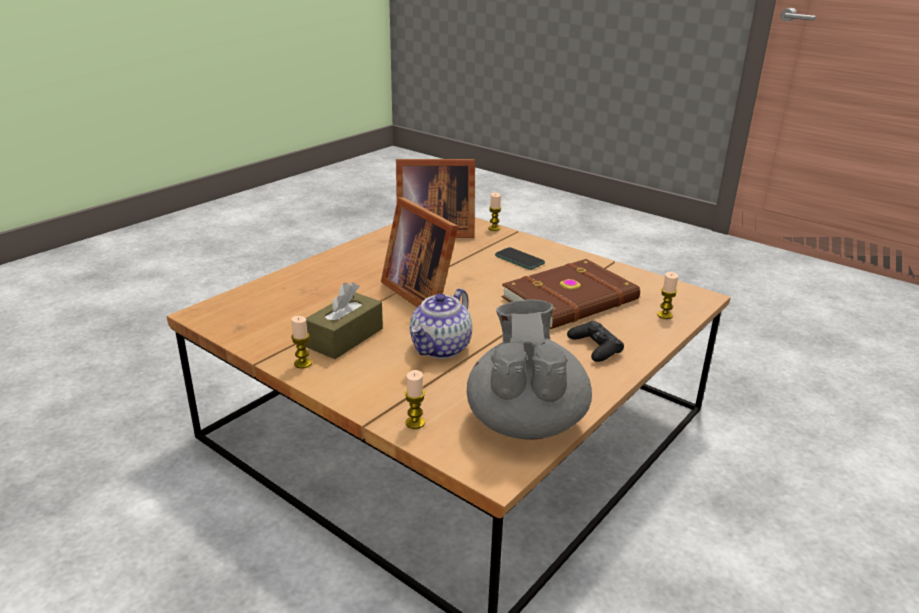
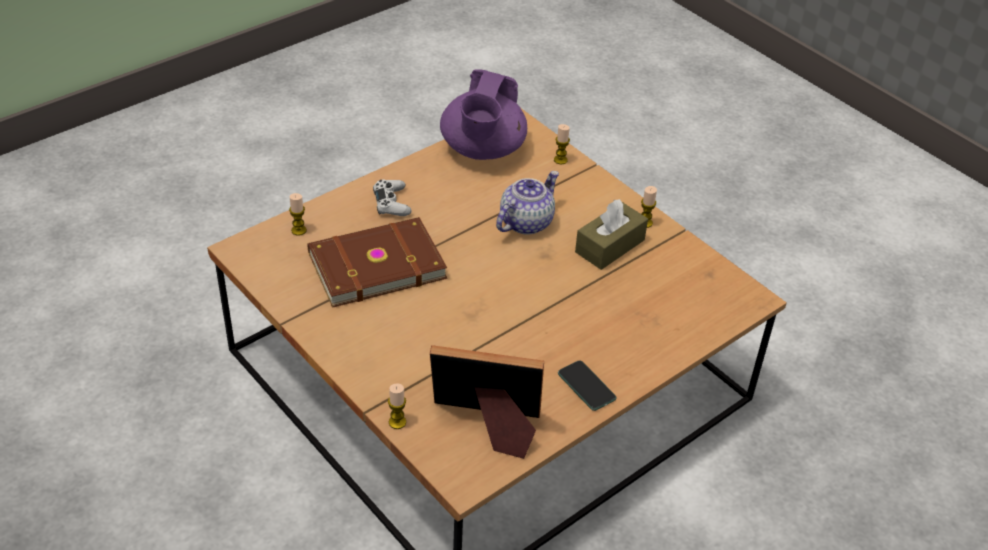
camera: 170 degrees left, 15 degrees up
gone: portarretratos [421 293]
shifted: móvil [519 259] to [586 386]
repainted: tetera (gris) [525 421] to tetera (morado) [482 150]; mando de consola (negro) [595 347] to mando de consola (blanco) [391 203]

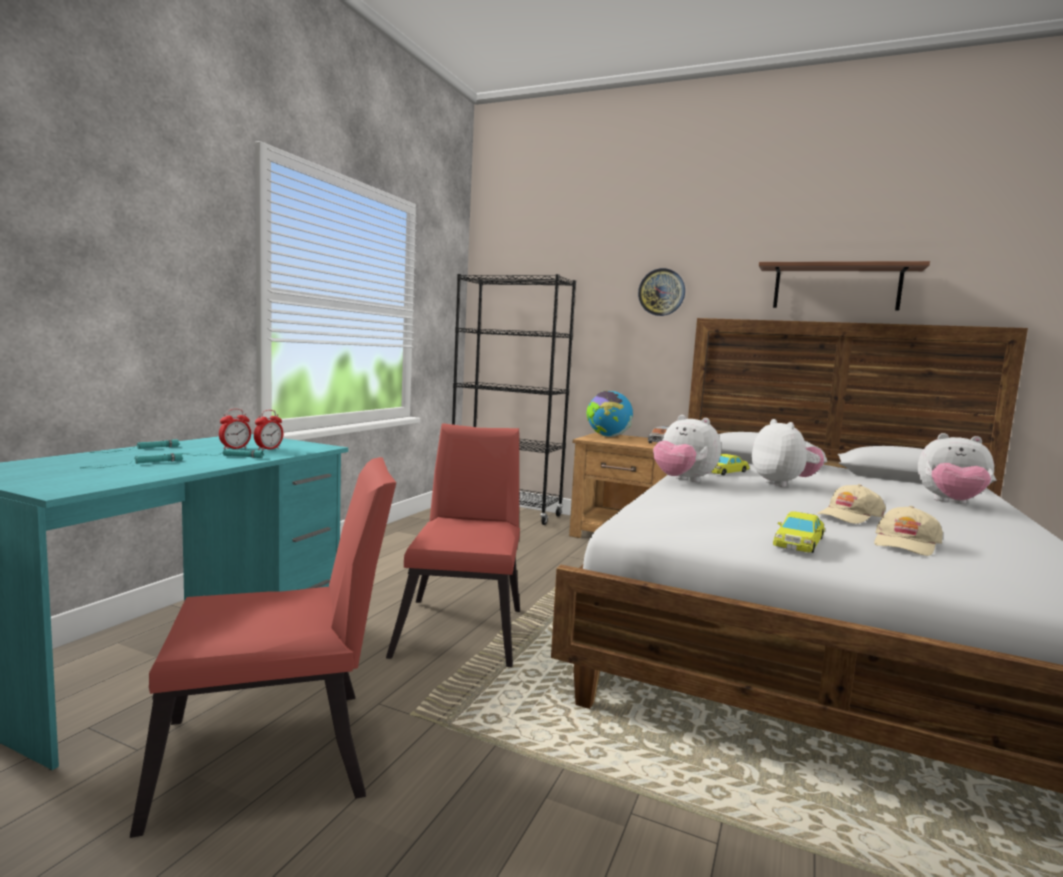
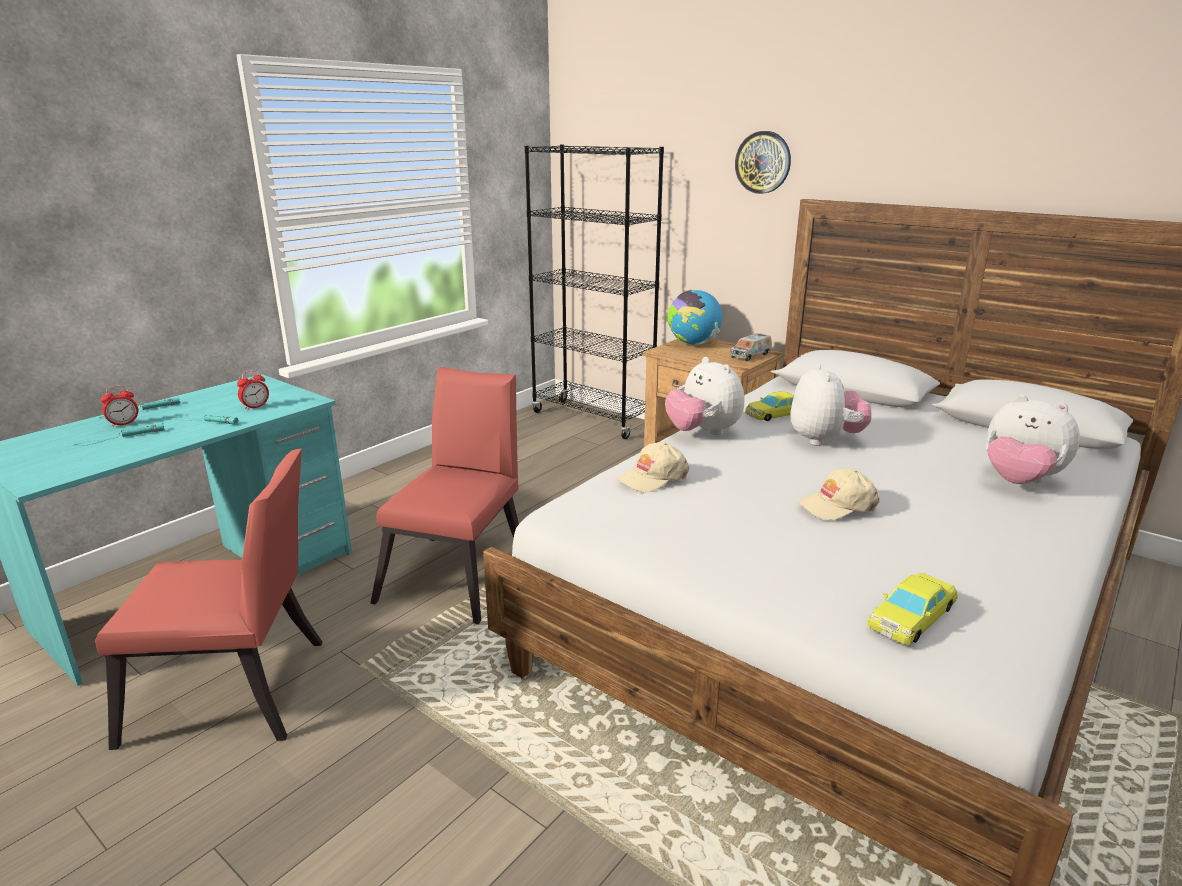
camera: 15 degrees right, 15 degrees up
gone: estante [836 288]
shifted: despertador [235 448] to [124 424]; gorra (beis) [905 544] to [653 477]; coche de juguete (amarillo) [798 541] to [911 616]

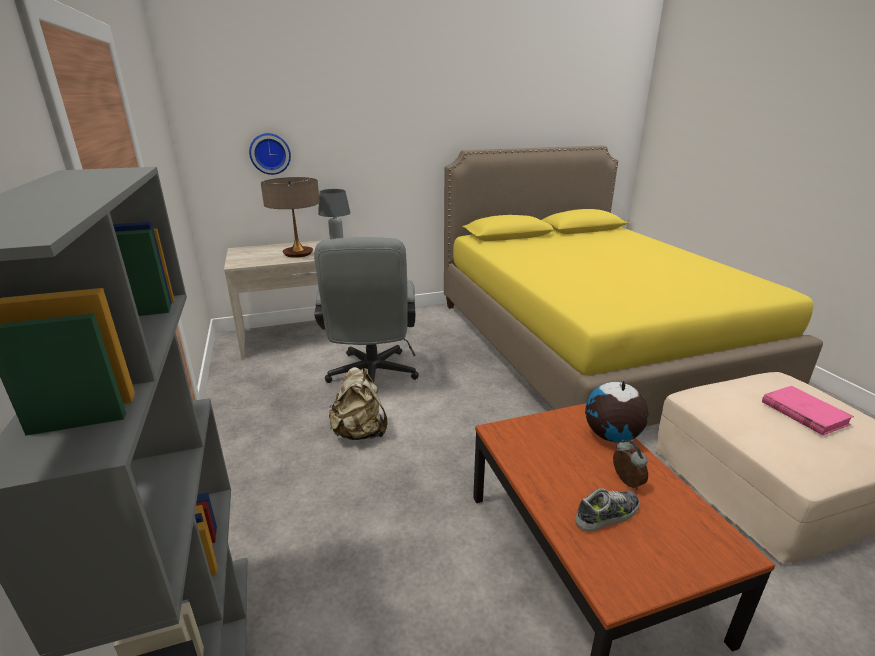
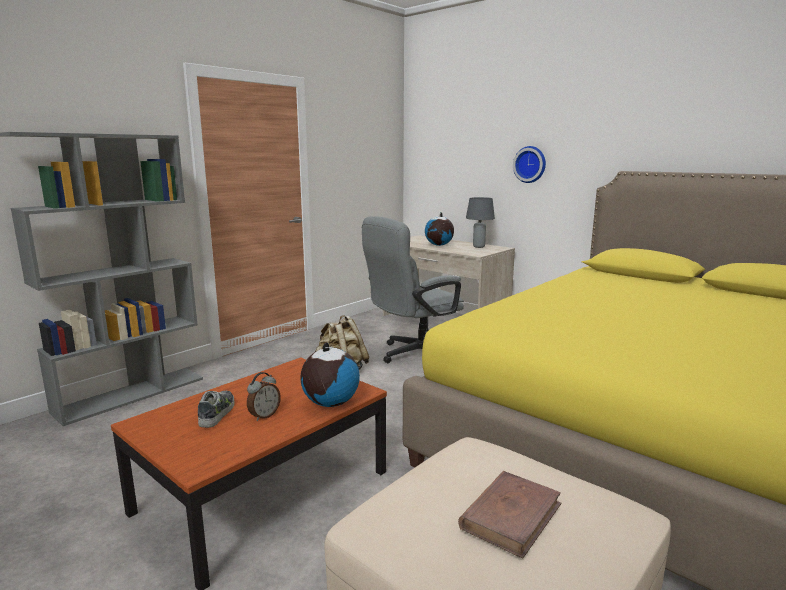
camera: 60 degrees right, 10 degrees down
shifted: reloj de pared [270 153] to [530 164]
swapped: lámpara de mesa [298 253] to globo terráqueo [439 245]
repainted: libro (rosa) [803 413] to libro (marrón) [511 516]
rotated: zapato [607 515] = [217 413] 120 degrees counterclockwise

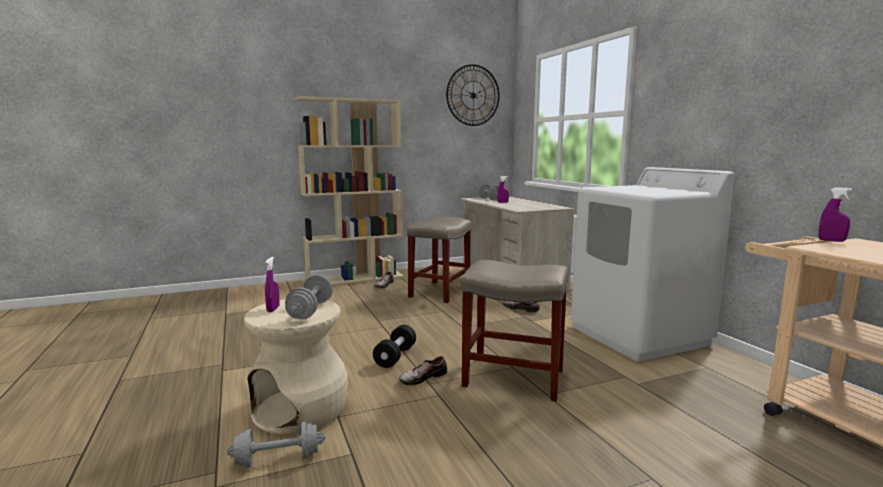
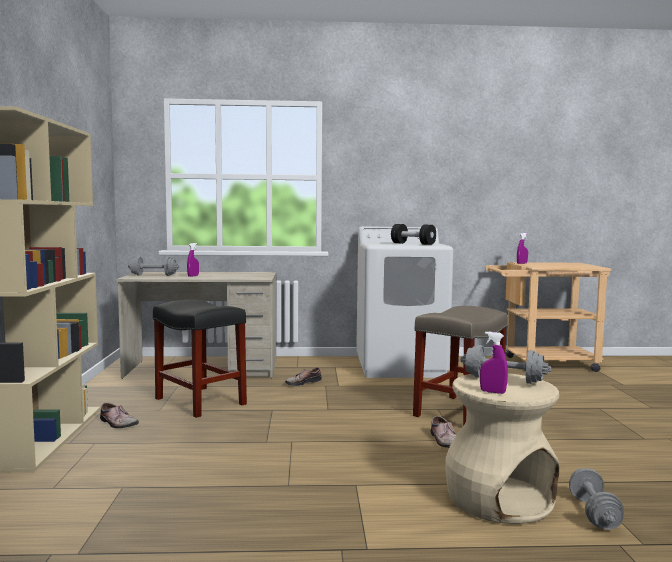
camera: 70 degrees left, 5 degrees down
gone: reloj de pared [473 95]
shifted: mancuerna (negro) [395 357] to [413 244]
repainted: taburete (beis) [440 291] to taburete (negro) [199 401]

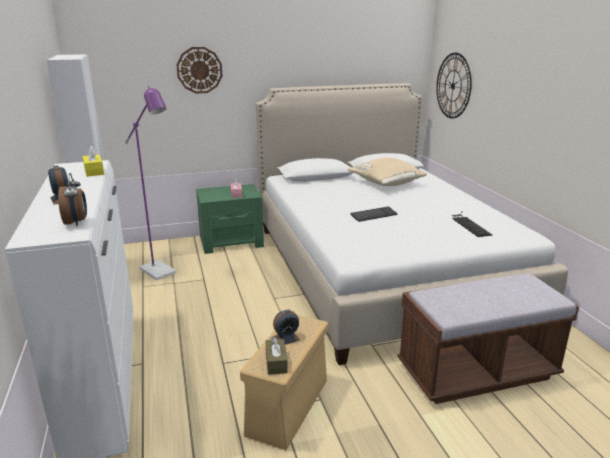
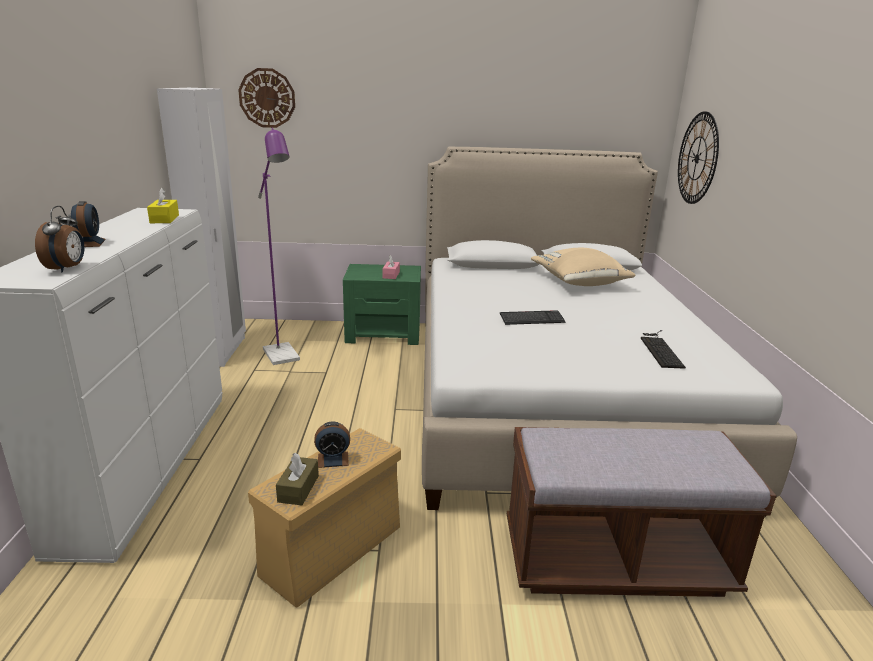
camera: 15 degrees right, 0 degrees up
shifted: reloj de pared [199 70] to [267 98]

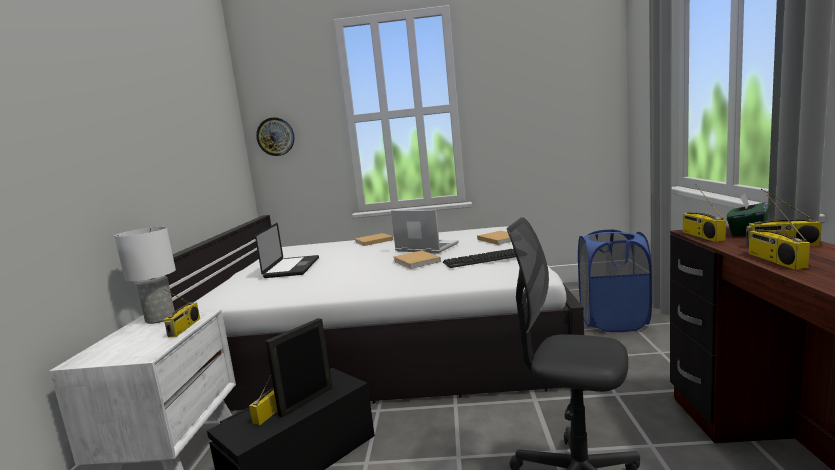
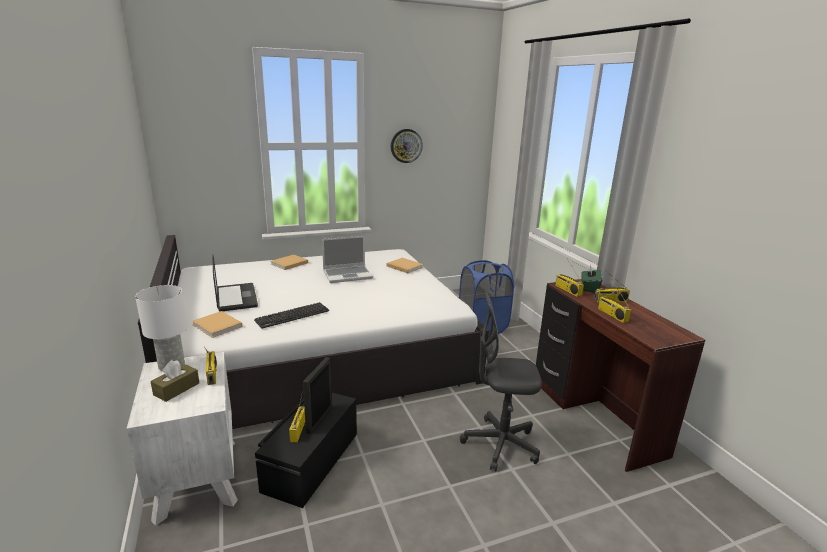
camera: 25 degrees left, 10 degrees up
new: caja de pañuelos (marrón) [176 389]
shifted: reloj de pared [275 136] to [406 146]; teclado [485 259] to [292 316]; libro (beis) [417 261] to [218 326]
rotated: portátil [425 248] = [348 275] 150 degrees clockwise

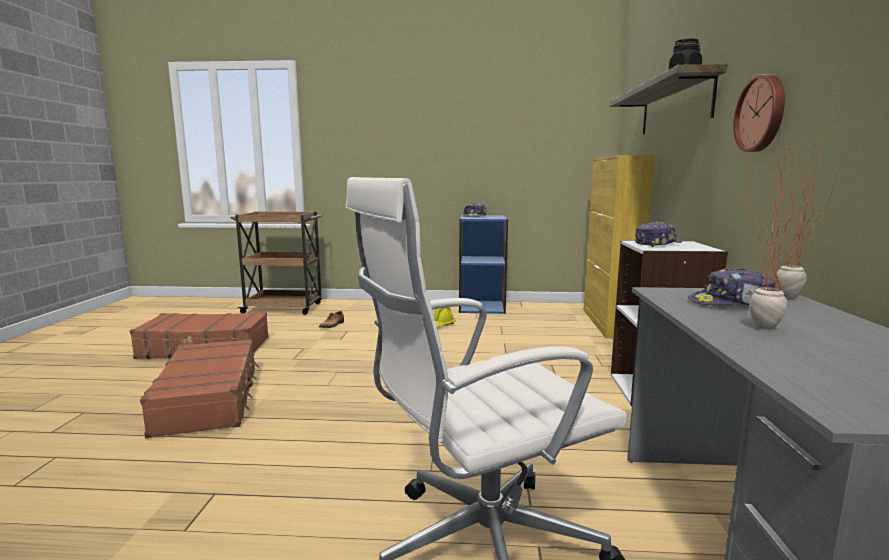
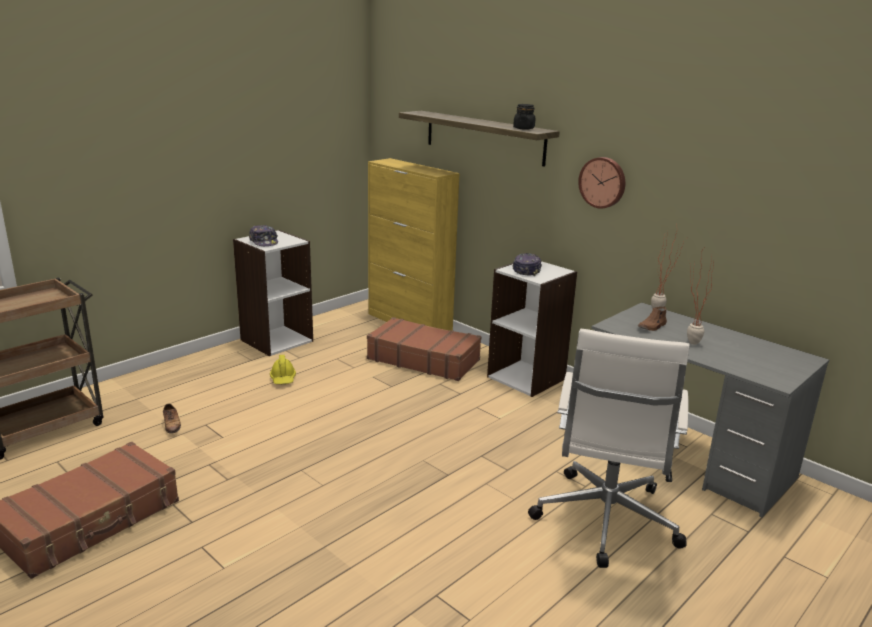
camera: 50 degrees left, 10 degrees up
shifted: maleta (marrón) [210 399] to [423 359]
swapped: gorra [731 303] to zapato (marrón) [652 326]
repainted: estantería (azul) [482 307] to estantería (blanco) [276 340]

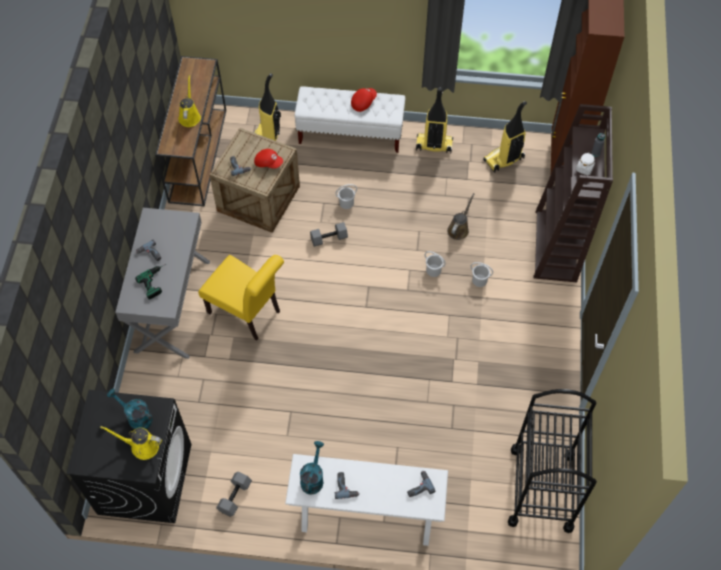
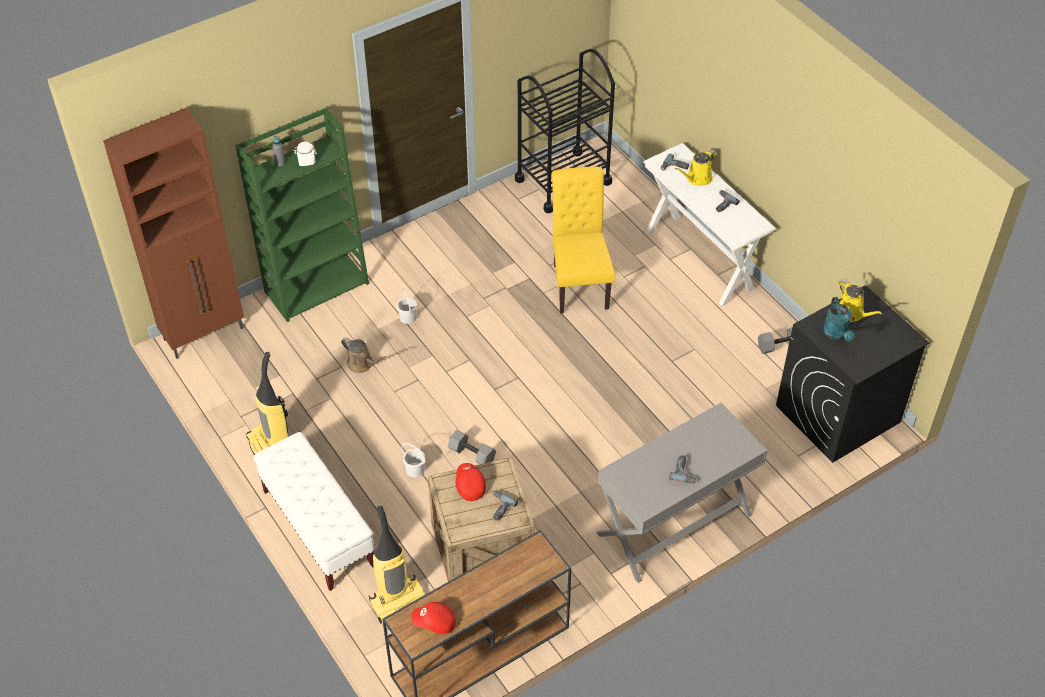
camera: 130 degrees left, 10 degrees down
gone: aspiradora [503 160]; cubo (blanco) [433 270]; taladro [156 281]; regadera (turquesa) [313 477]
shifted: regadera (amarillo) [189 116] to [697 179]; gorra (rojo) [363 102] to [434 623]; silla (amarillo) [248 313] to [579 282]
repainted: estantería (marrón) [556 247] to estantería (verde) [317 286]
rotated: regadera (marrón) [459 229] = [362 364] 135 degrees counterclockwise

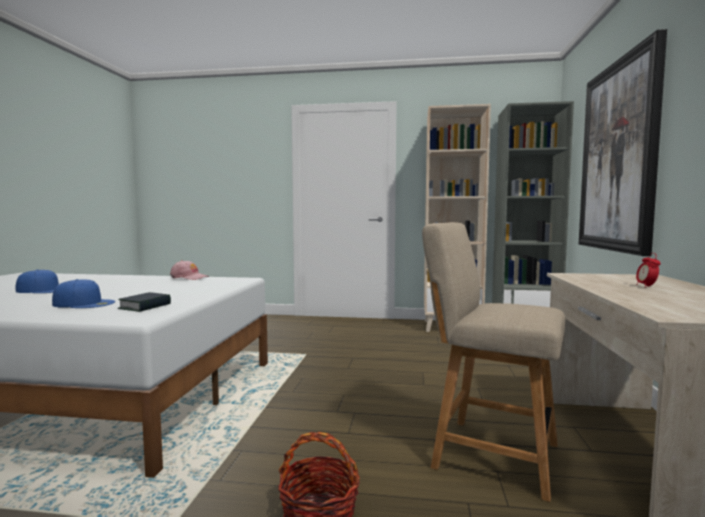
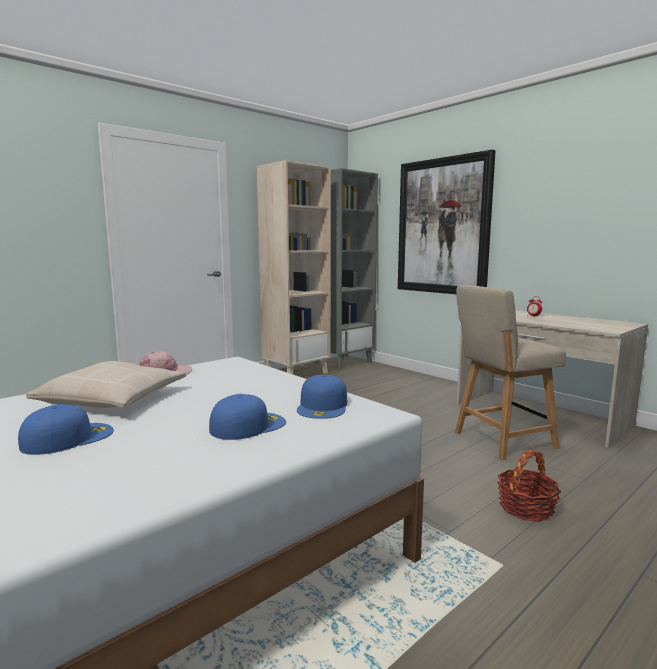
camera: 50 degrees left, 5 degrees up
new: cojín (beis) [114 400]
swapped: libro [145 306] to gorra (azul) [323 406]

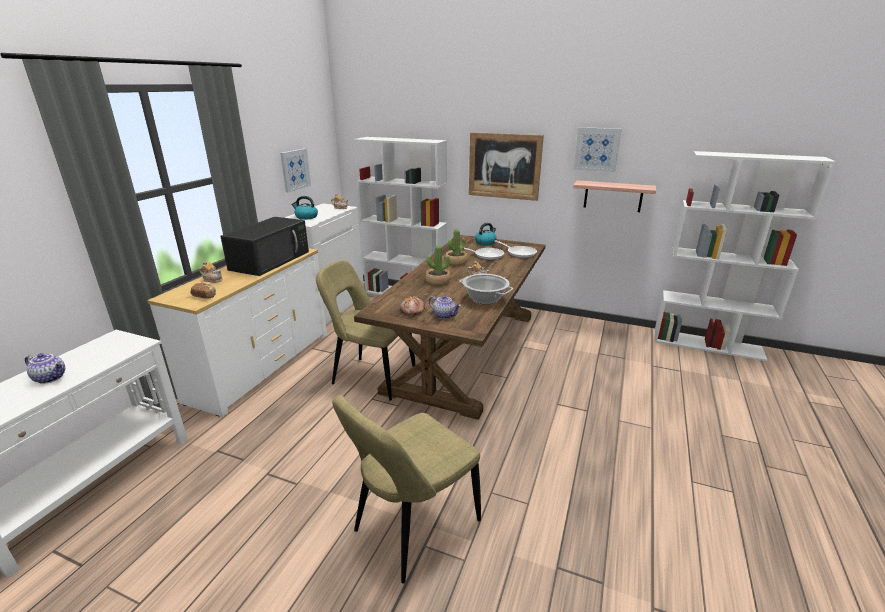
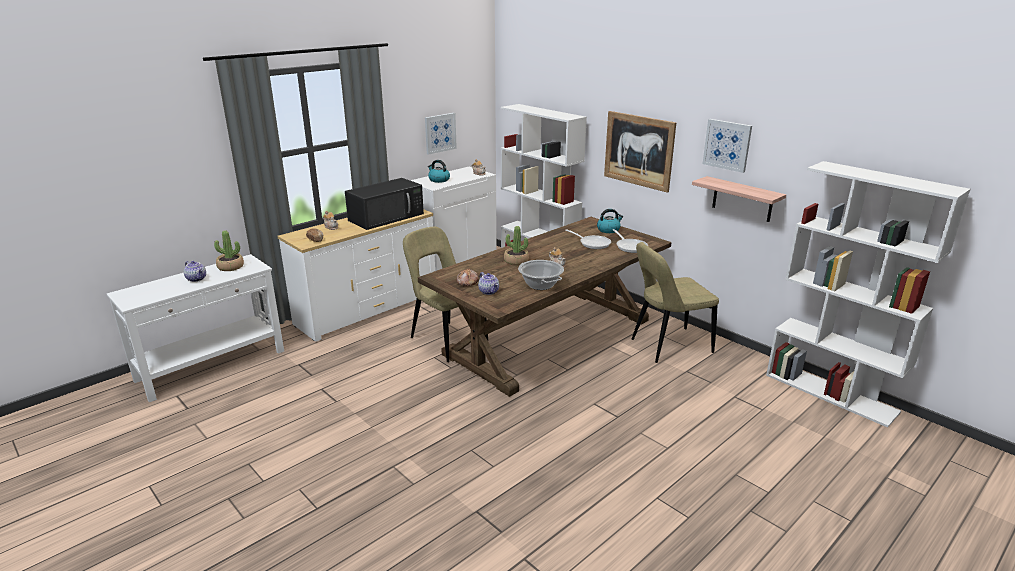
camera: 25 degrees right, 0 degrees up
shifted: planta en maceta [456 262] to [230 267]; silla (beis) [412 528] to [667 346]

